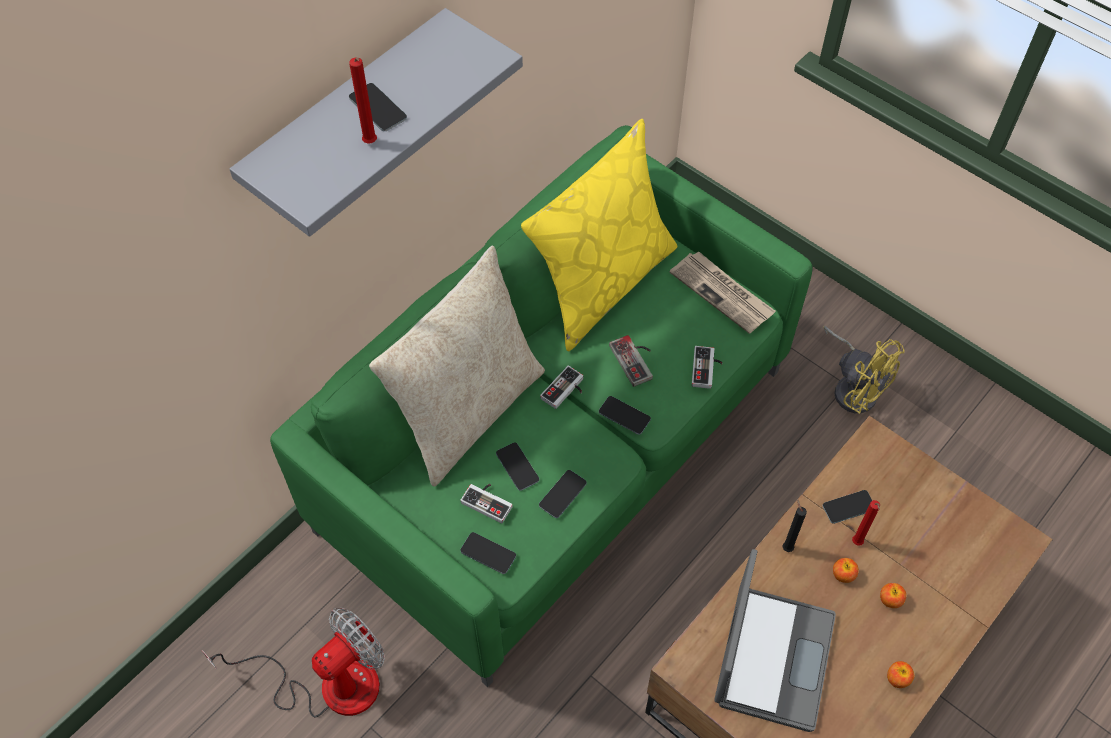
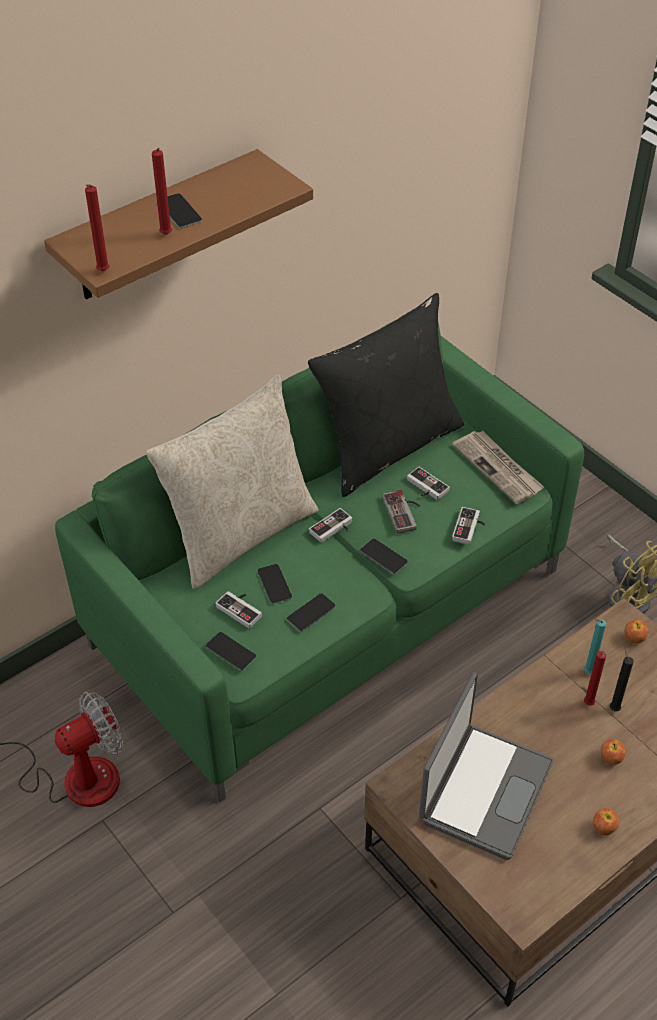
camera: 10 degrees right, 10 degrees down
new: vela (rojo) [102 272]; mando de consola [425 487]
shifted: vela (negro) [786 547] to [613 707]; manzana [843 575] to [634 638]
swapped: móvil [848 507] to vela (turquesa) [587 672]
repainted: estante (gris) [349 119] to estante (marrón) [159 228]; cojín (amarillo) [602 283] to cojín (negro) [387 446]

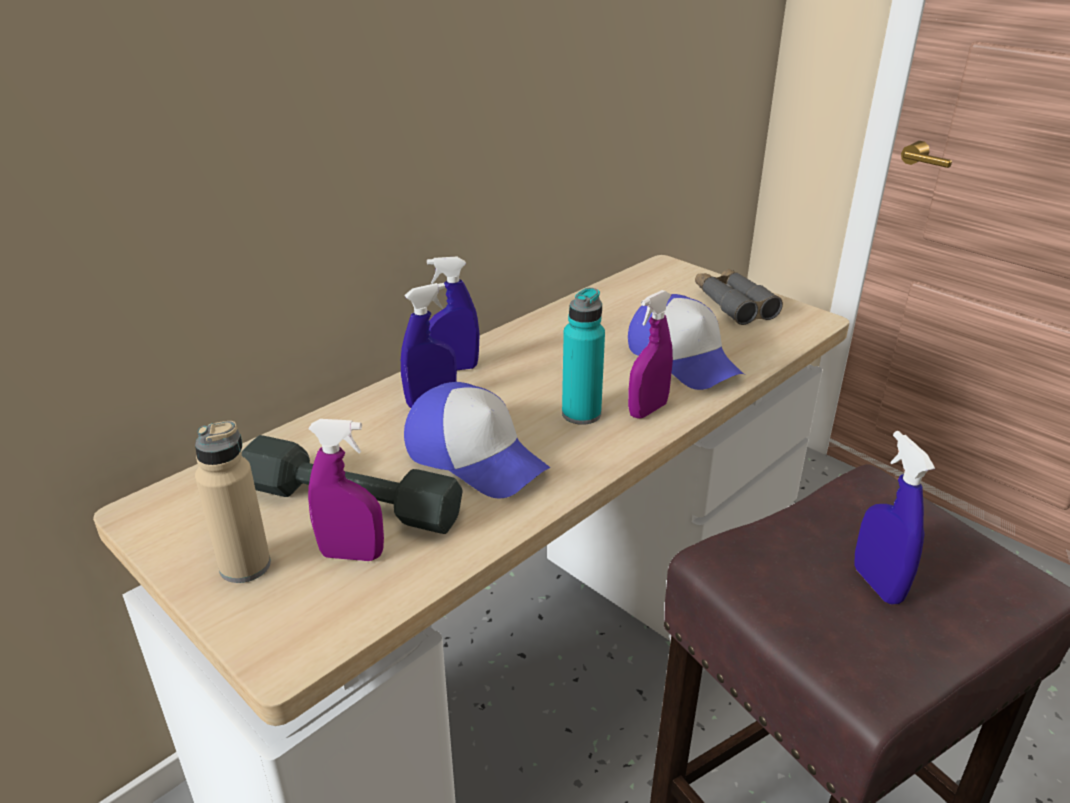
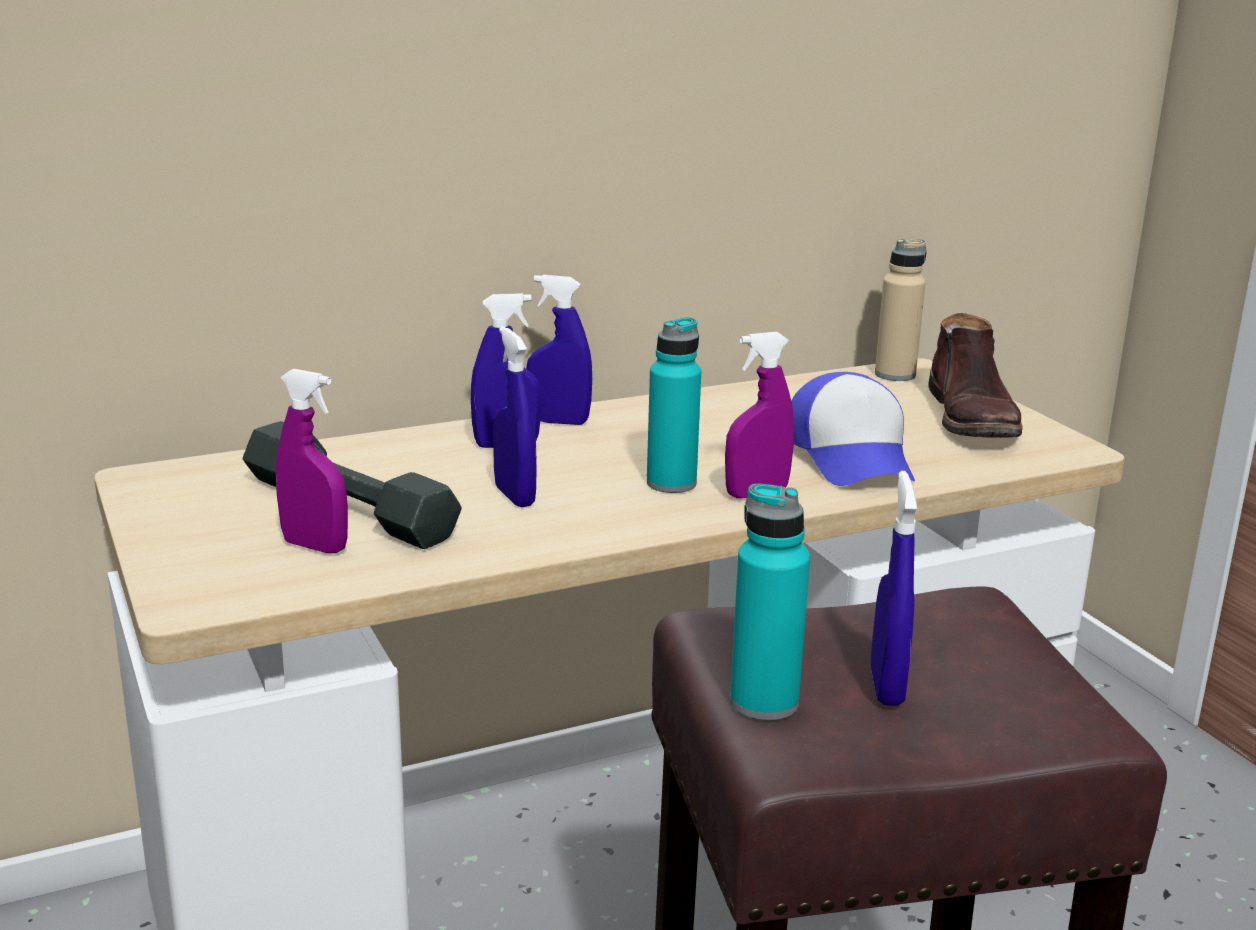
camera: 20 degrees right, 10 degrees down
new: botella (turquesa) [764 702]
shifted: botella (beis) [245 566] to [895 375]
swapped: prismáticos (gris) [733 304] to bota (marrón) [973 418]; gorra [475 456] to pulverizador (azul) [514 496]

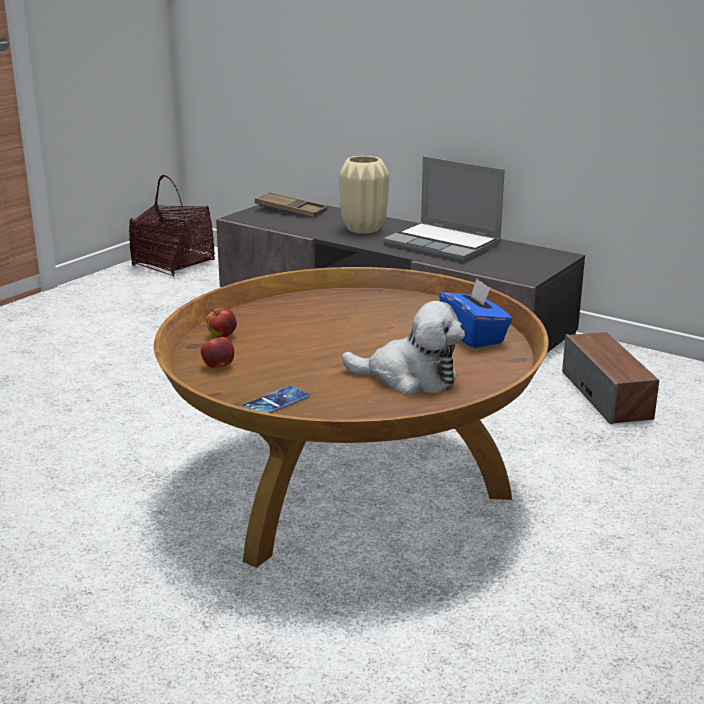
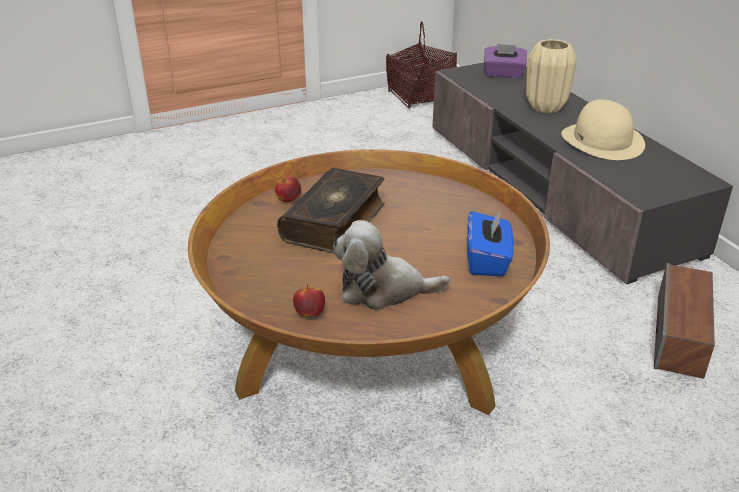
camera: 30 degrees right, 10 degrees up
gone: móvil [276 402]
new: libro [336 222]
shifted: manzana [218 366] to [309 314]
swapped: portátil [444 244] to sombrero (beis) [602 141]; bandeja (marrón) [291 210] to caja de pañuelos (morado) [503 74]
rotated: peluche [409 378] = [383 290] 135 degrees clockwise

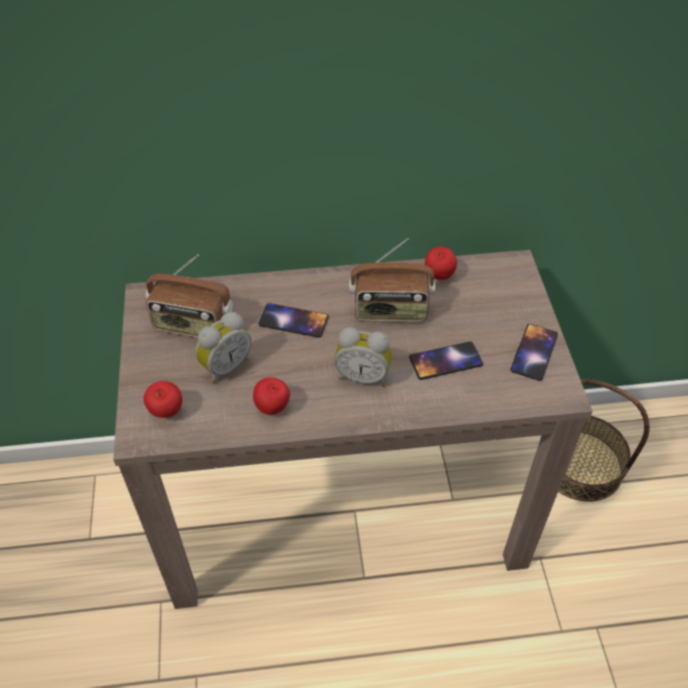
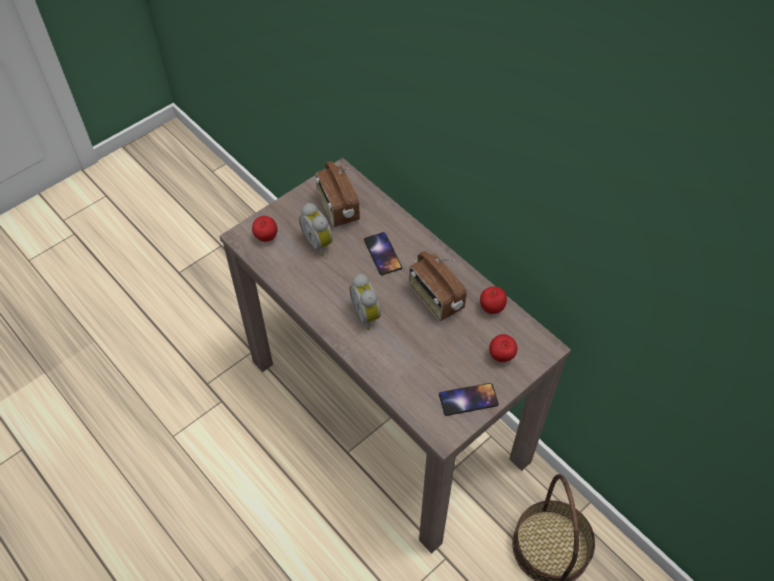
camera: 55 degrees right, 5 degrees up
gone: móvil [445 361]
shifted: manzana [273 408] to [501 357]
rotated: despertador [225 366] = [319 243] 45 degrees clockwise

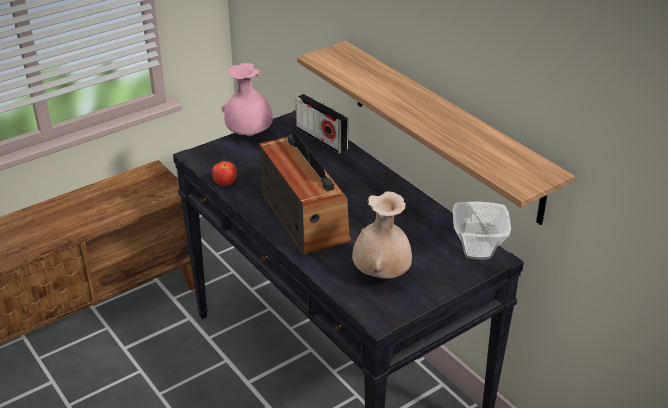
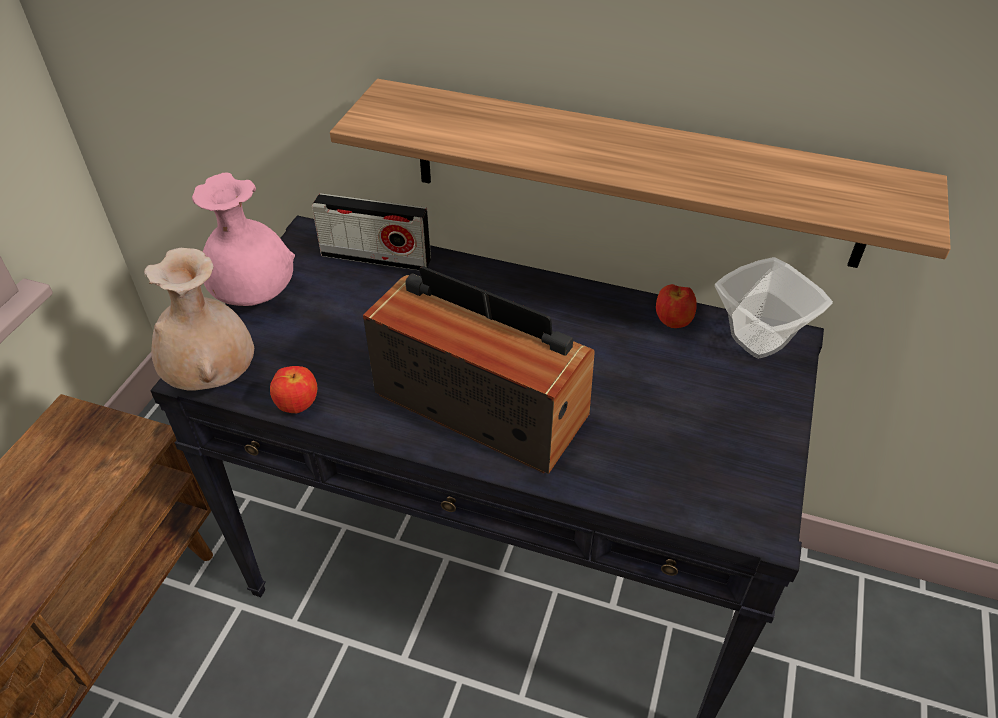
camera: 35 degrees left, 10 degrees up
new: manzana [673 323]
shifted: florero (beis) [381 274] to [213 378]

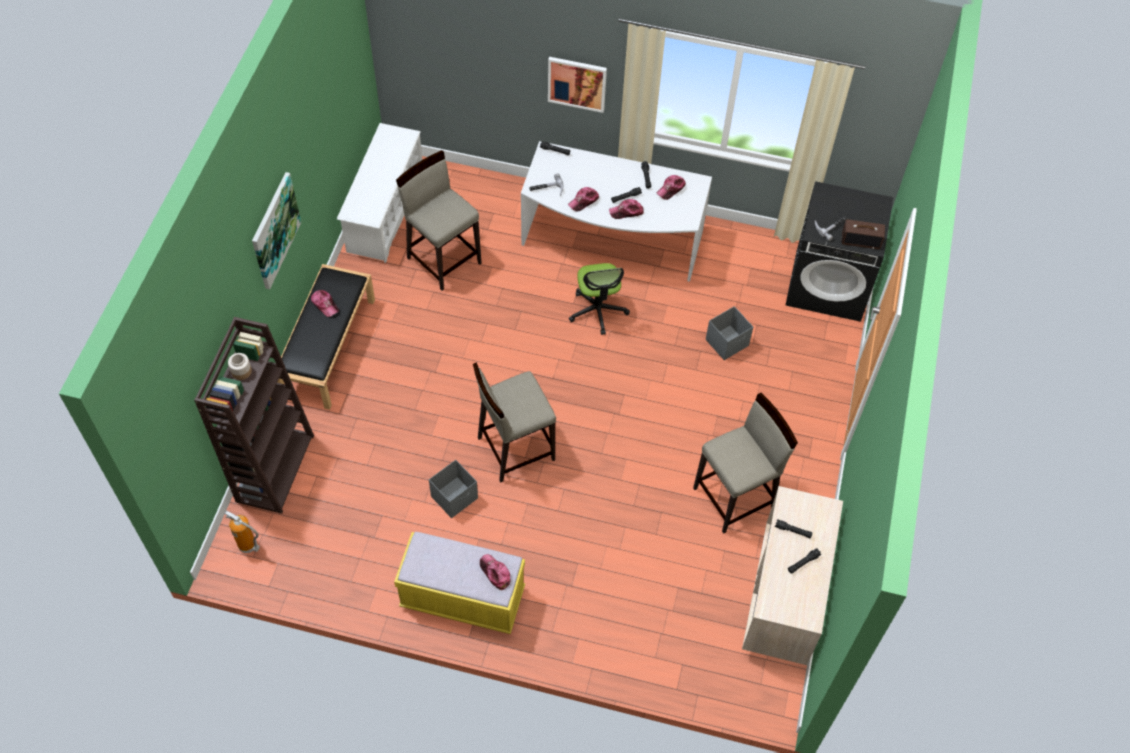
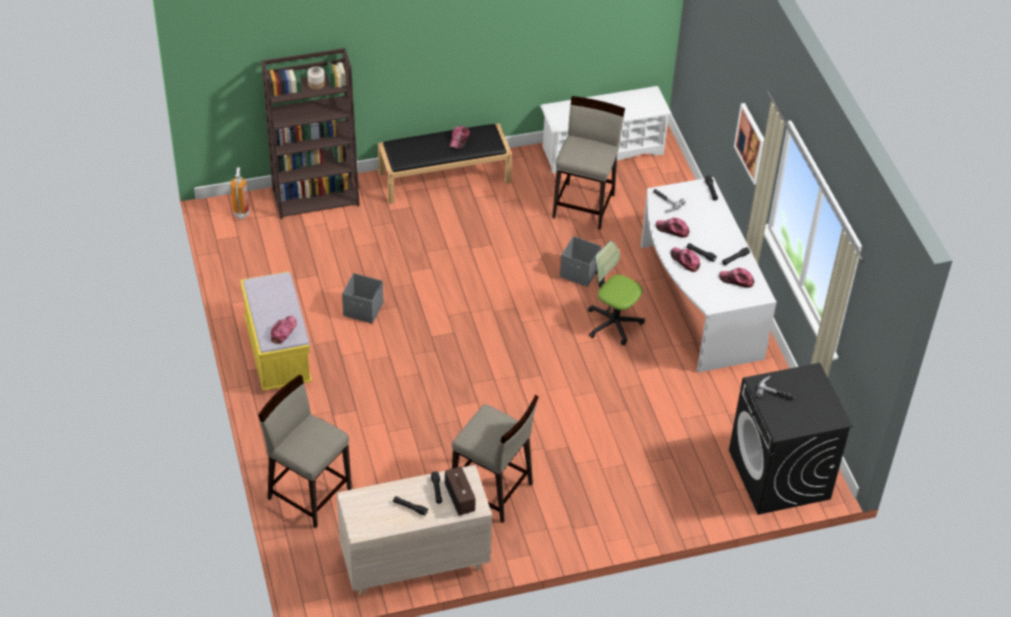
camera: 60 degrees right, 10 degrees down
gone: cuadro [274 230]
shifted: radio [861 240] to [460 497]; caja de almacenaje (gris) [727 343] to [579 273]; taburete (beis) [515 448] to [309 493]
rotated: silla de oficina [598 310] = [613 323] 75 degrees clockwise

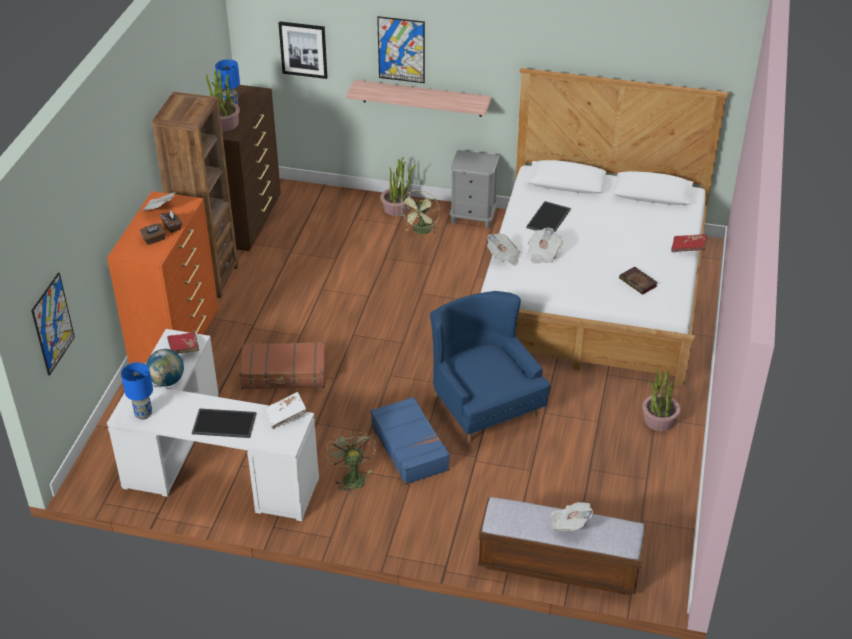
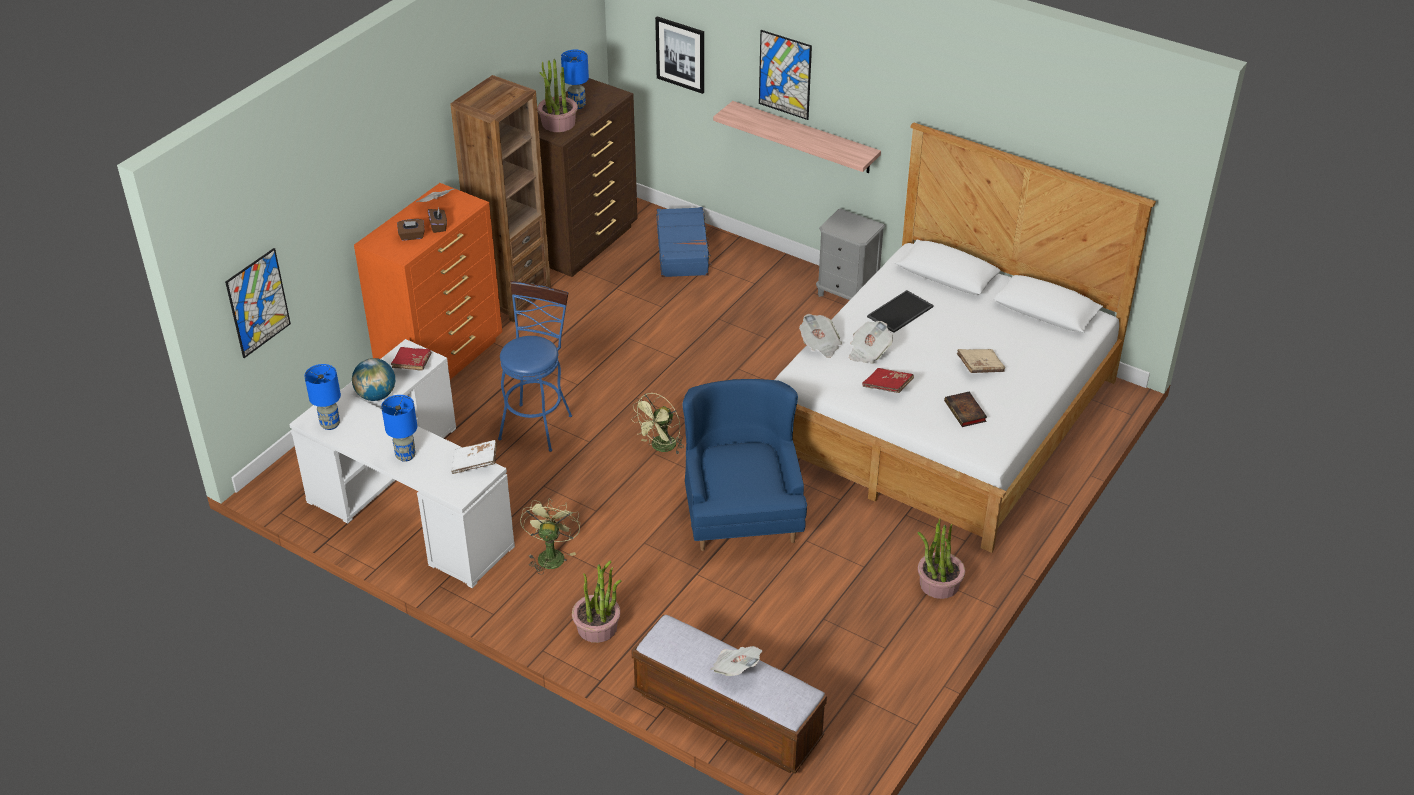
camera: 20 degrees right, 0 degrees up
new: libro (beis) [980 367]
shifted: planta en maceta [396 208] to [597 627]; ventilador (verde) [421 232] to [660 447]; libro (rojo) [688 248] to [887 386]; maleta (azul) [410 447] to [683 251]
swapped: maleta (marrón) [284 374] to taburete (azul) [537 423]; bandeja [223 424] to lámpara de mesa (azul) [405 456]

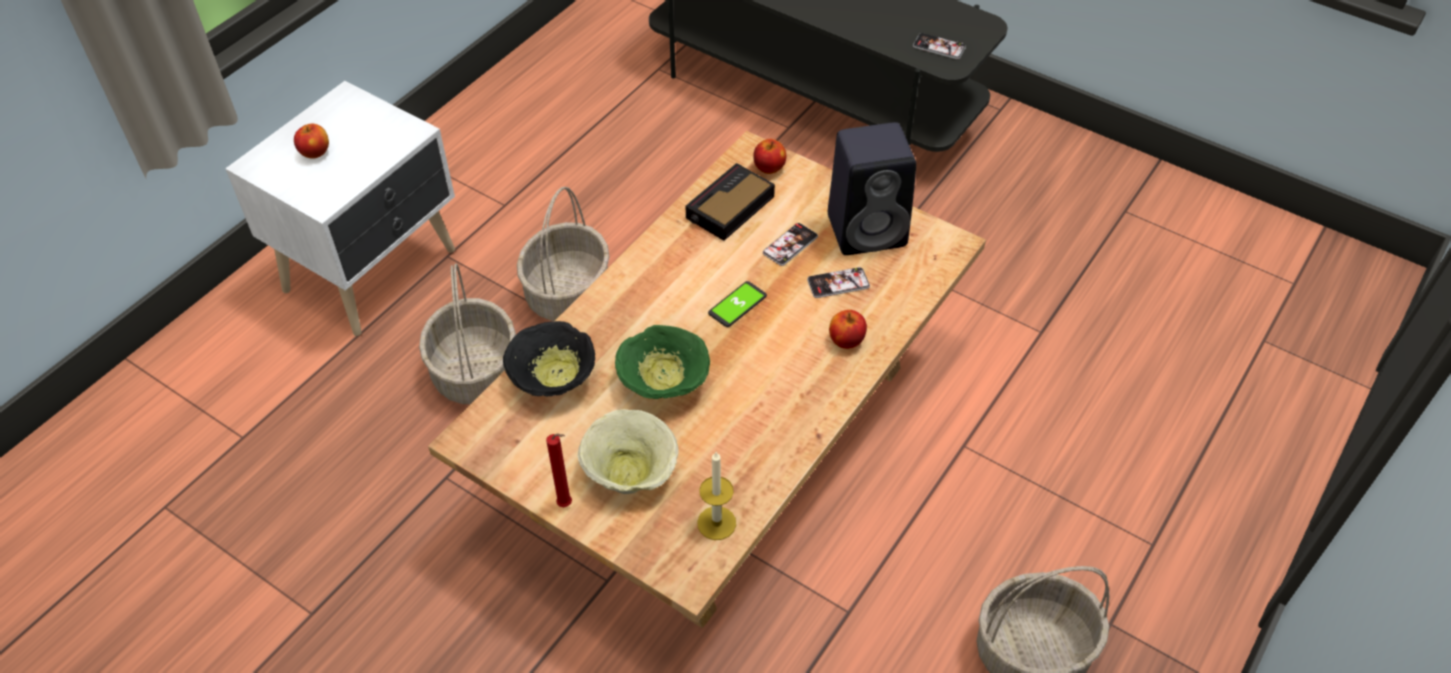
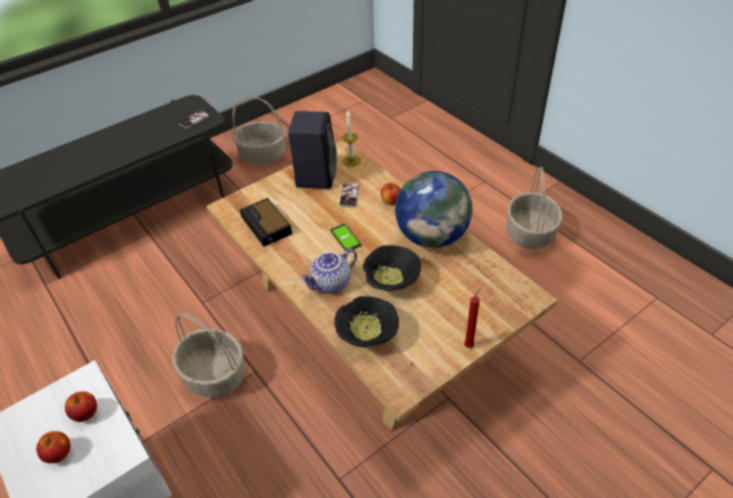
camera: 70 degrees left, 5 degrees down
gone: móvil [790 245]; cuenco (beis) [632 472]
new: globo terráqueo [432 237]; tetera [331 284]
shifted: manzana [769 168] to [86 413]; cesta [474 371] to [262 155]; vela [716 523] to [351 161]
repainted: cuenco (verde) [662 384] to cuenco (negro) [392 283]

